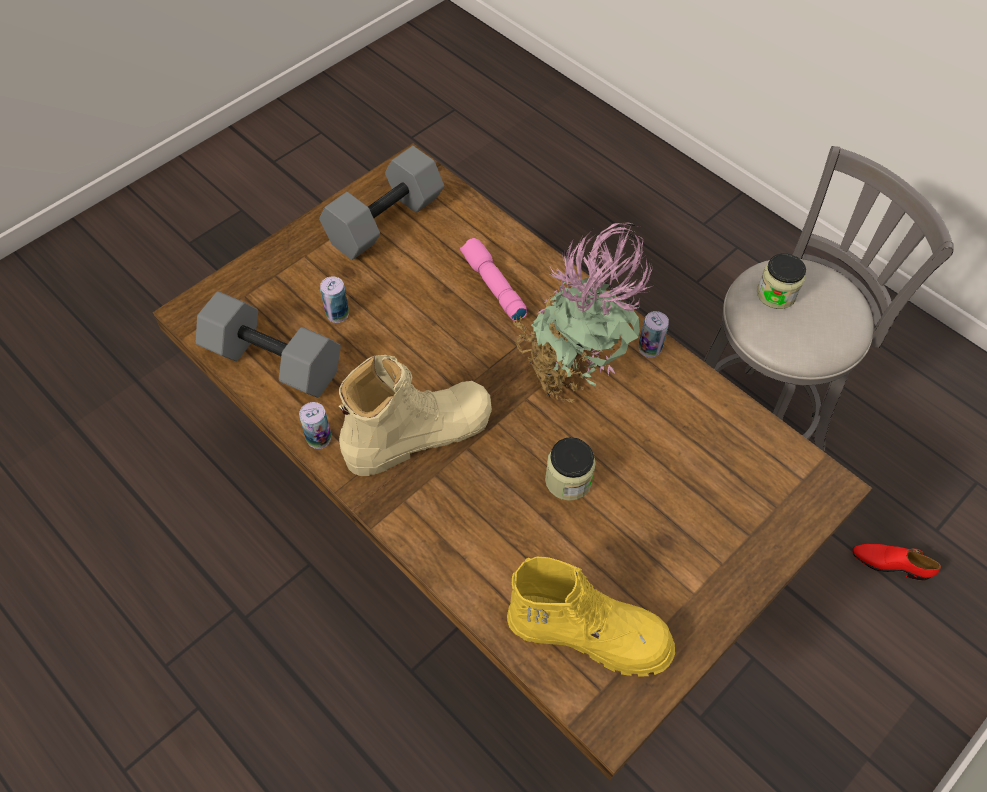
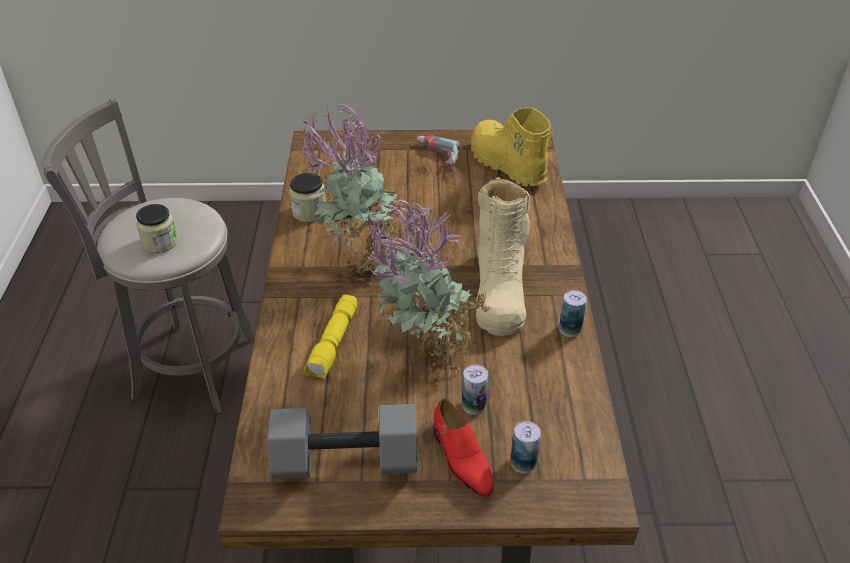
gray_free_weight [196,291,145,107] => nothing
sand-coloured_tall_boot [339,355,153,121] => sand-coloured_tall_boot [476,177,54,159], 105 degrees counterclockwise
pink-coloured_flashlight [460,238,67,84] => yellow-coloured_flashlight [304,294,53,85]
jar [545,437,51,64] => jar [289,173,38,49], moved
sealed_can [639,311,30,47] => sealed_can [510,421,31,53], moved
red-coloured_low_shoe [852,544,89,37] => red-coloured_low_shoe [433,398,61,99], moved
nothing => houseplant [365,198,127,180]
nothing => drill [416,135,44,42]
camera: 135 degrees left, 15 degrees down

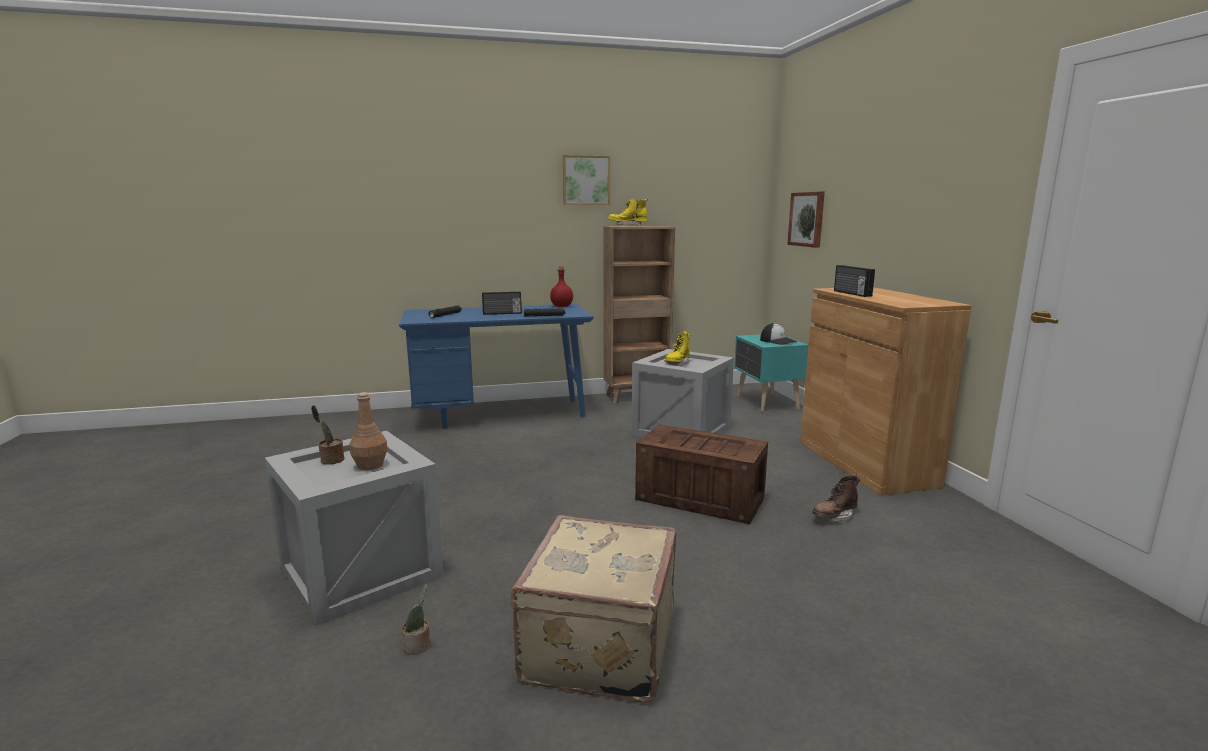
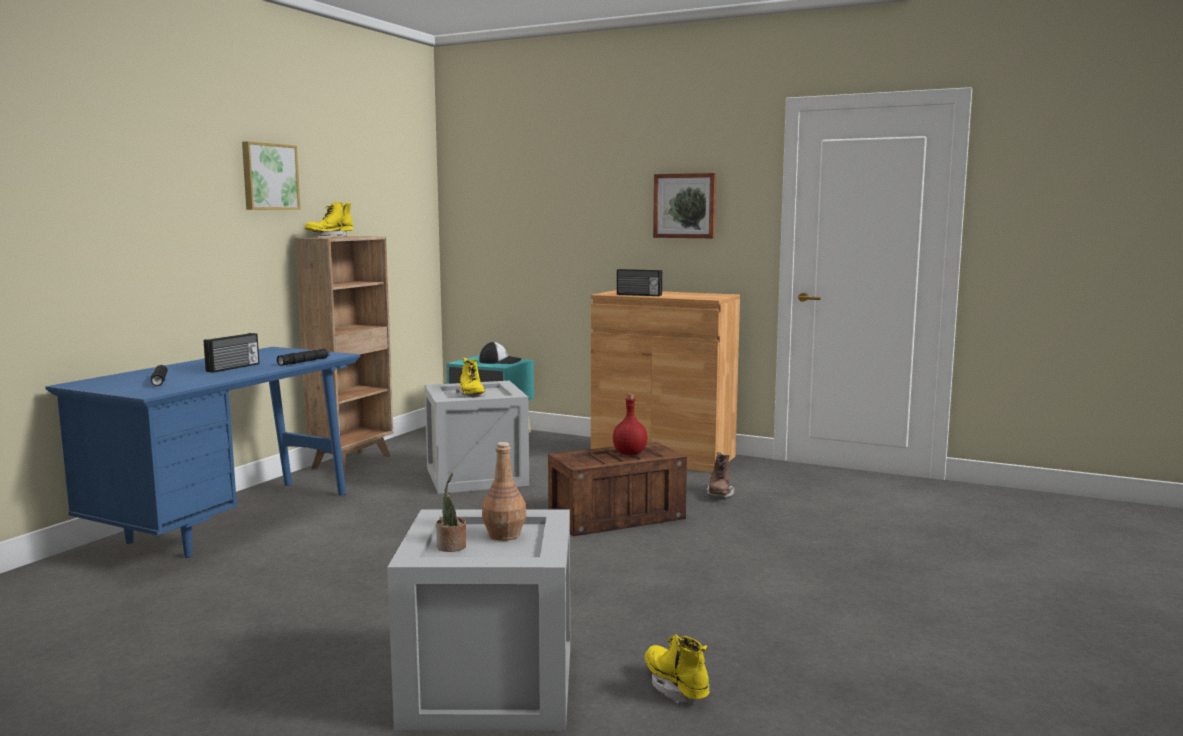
houseplant [402,584,28,71] => yellow-coloured_tall_boot [645,634,65,69]
sand-coloured_travel_case [511,515,165,188] => nothing
red-coloured_drink_bottle [550,266,23,41] => red-coloured_drink_bottle [613,393,35,62], moved
wall_picture [787,192,38,56] => wall_picture [653,173,63,65], moved
camera: 50 degrees left, 5 degrees down

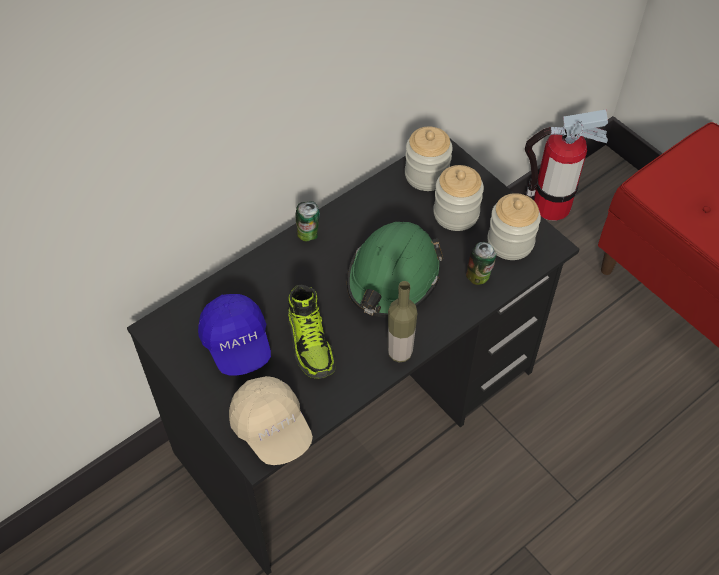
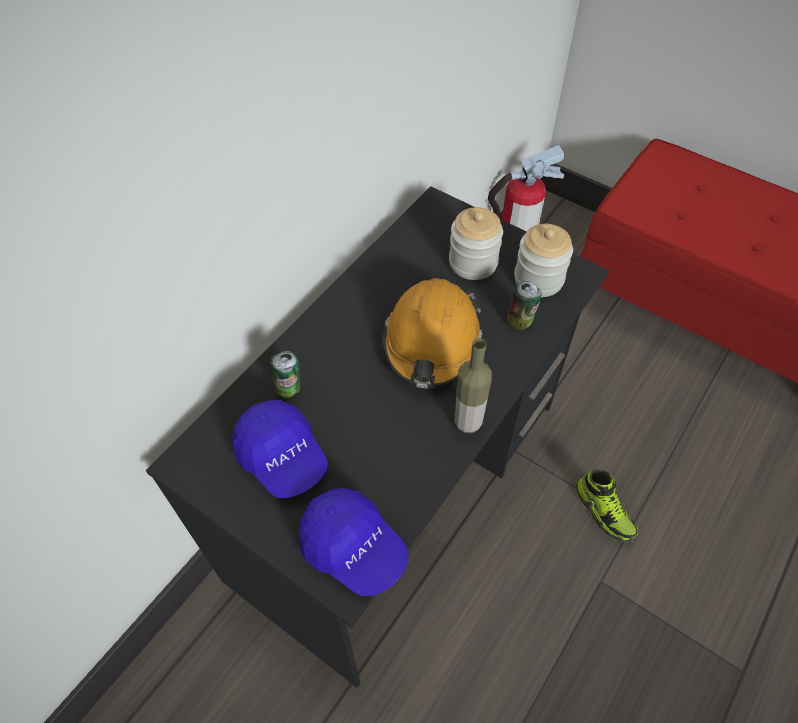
sand-coloured_peaked_cap [229,376,84,89] => bluish_peaked_cap [299,488,109,108]
low_shoe [288,285,47,94] => low_shoe [575,470,63,72], moved
sealed_can [295,201,25,40] => sealed_can [270,350,31,48], moved
greenish_hard_hat [347,222,96,96] => orange-coloured_hard_hat [382,278,101,111]
jar [405,127,48,64] => nothing
camera: 15 degrees left, 0 degrees up

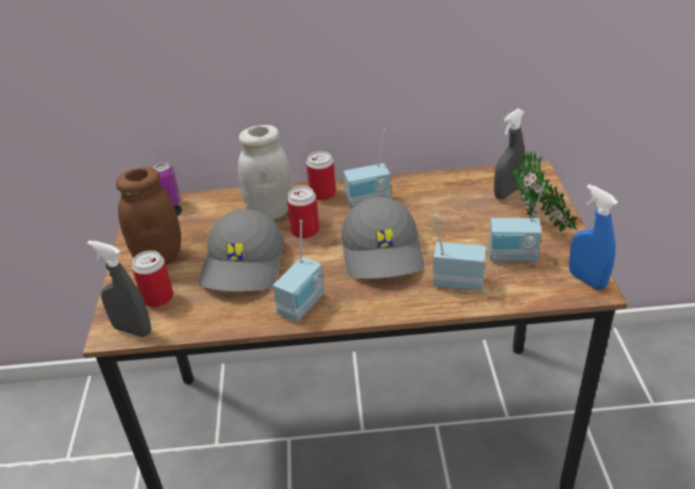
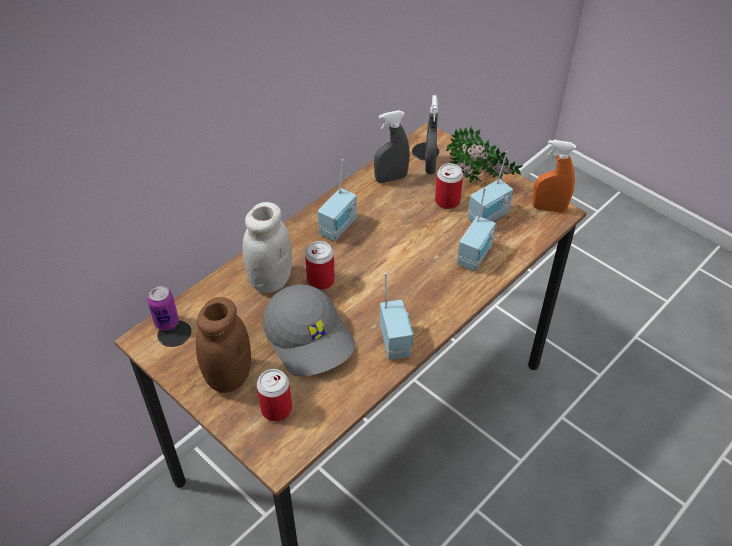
gray_spray_bottle [87,240,64,97] => gray_spray_bottle [374,110,36,73], moved
sealed_can [306,151,30,50] => sealed_can [435,163,28,46], moved
gray_peaked_cap [341,197,83,82] => nothing
radio_set [433,215,53,76] => radio_set [457,187,39,84], 150 degrees clockwise
bluish_spray_bottle [569,184,49,106] => orange-coloured_spray_bottle [532,140,44,73]
camera: 45 degrees left, 10 degrees up

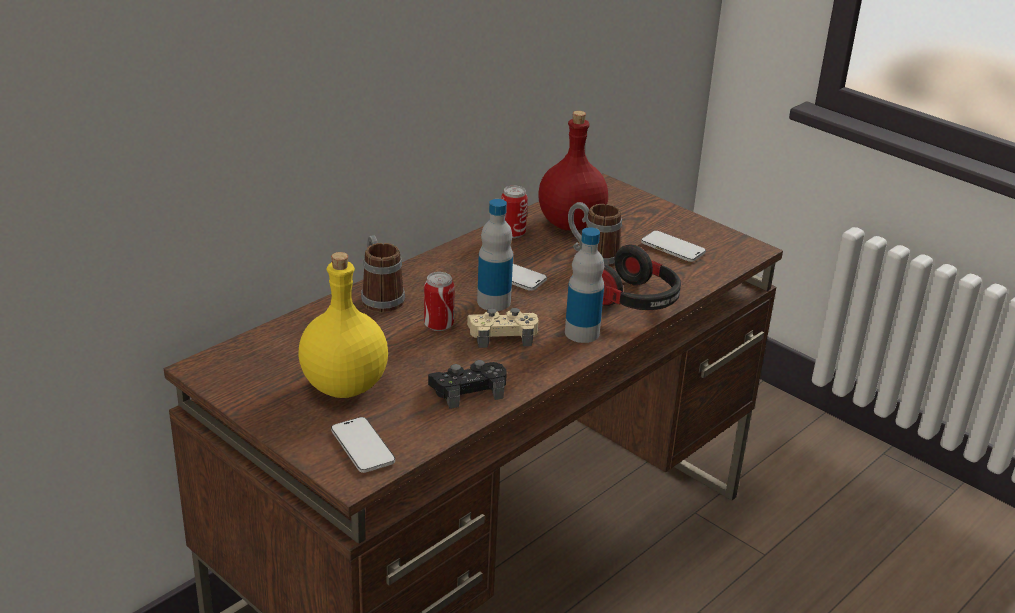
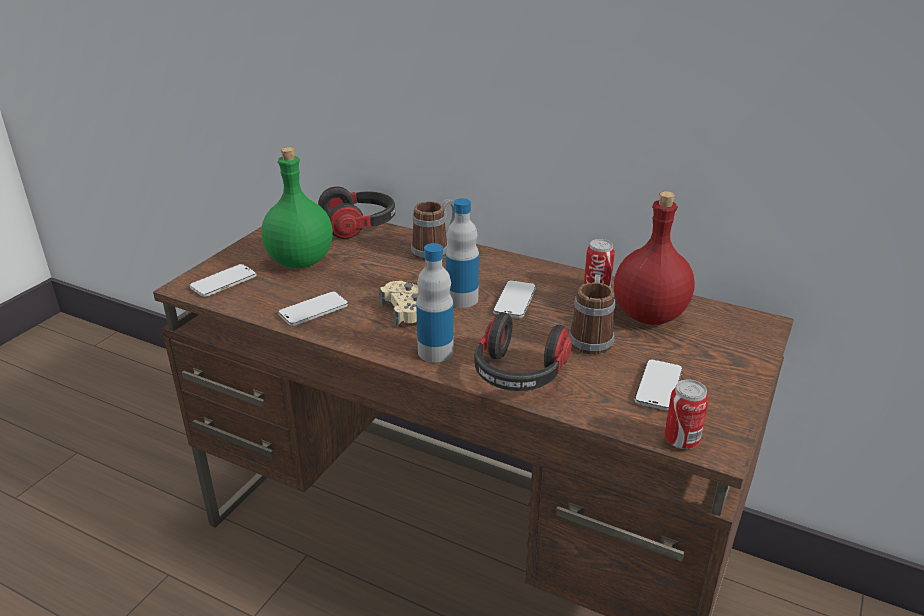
yellow-coloured_drink_bottle [299,252,89,146] => greenish_drink_bottle [261,147,72,121]
sealed_can [424,272,31,59] => sealed_can [664,379,45,70], moved
black_joypad [428,360,79,49] => telephone [278,291,70,35]
nothing => headphones [318,186,77,53]
camera: 75 degrees right, 0 degrees up

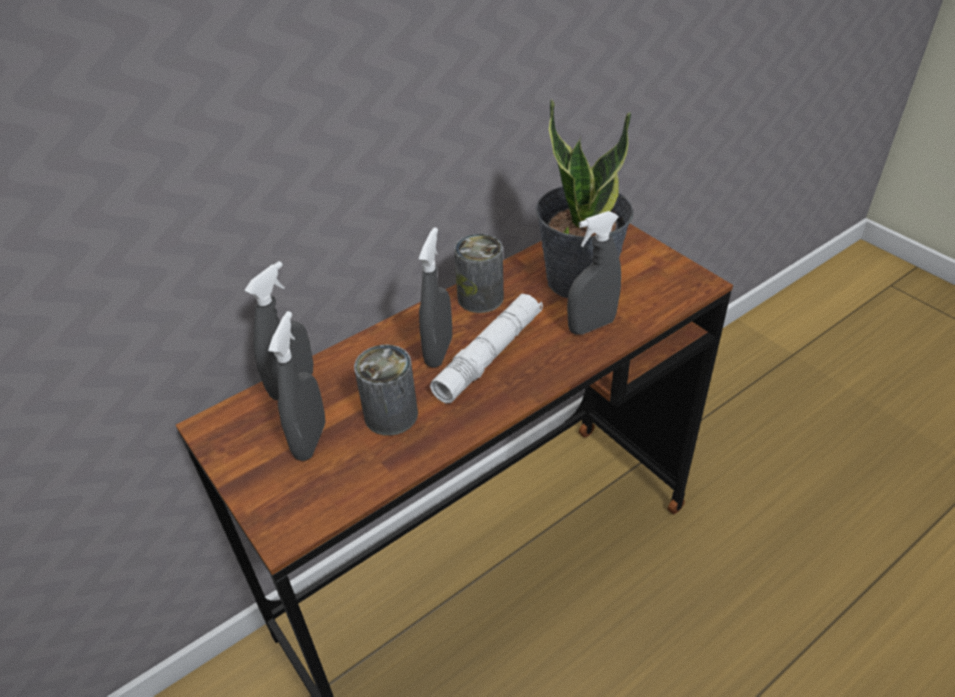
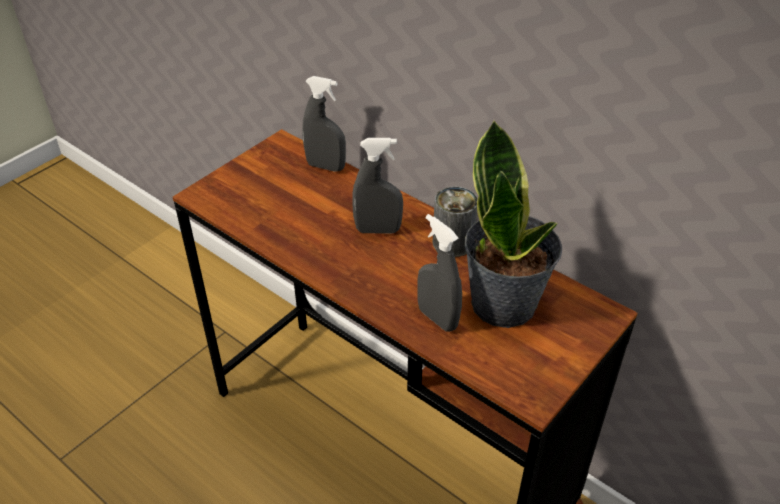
gray_spray_bottle [268,311,57,150] => nothing
sealed_can [354,345,64,91] => nothing
white_flashlight [430,294,113,109] => nothing
camera: 75 degrees right, 0 degrees up

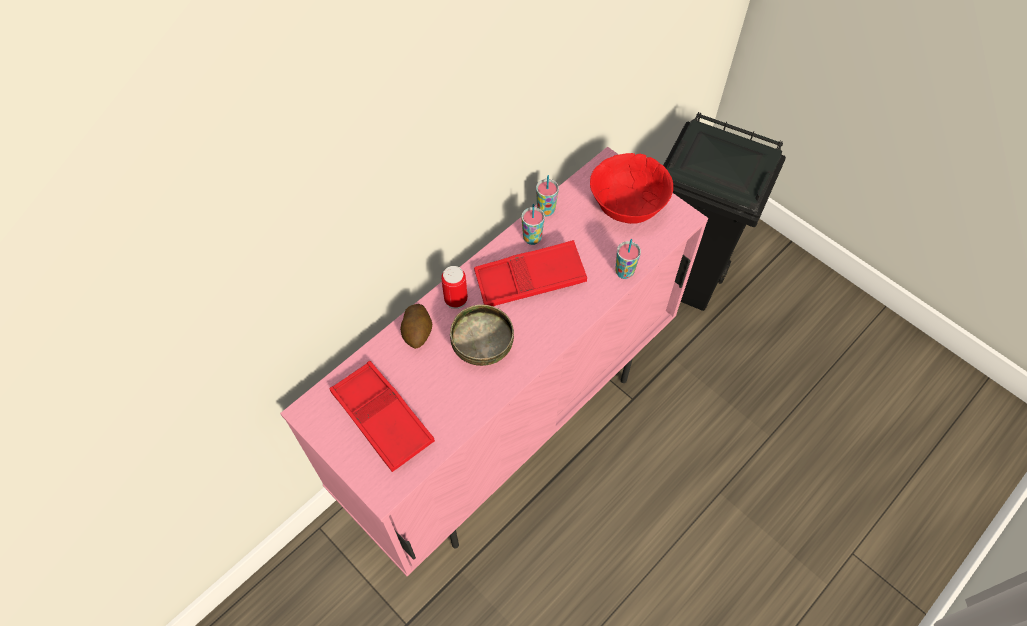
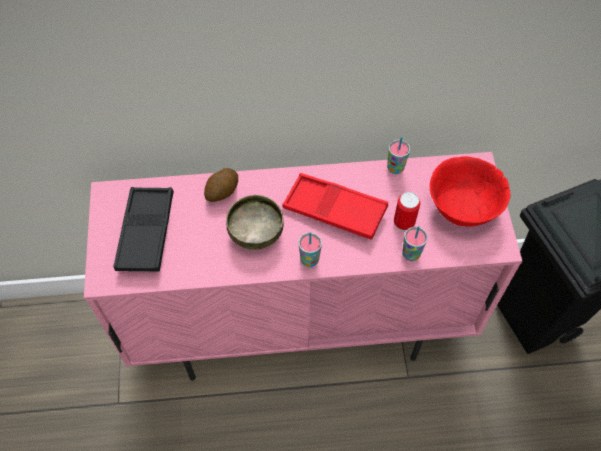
red-coloured_serving_tray [330,361,105,111] => black_serving_tray [113,187,61,84]
sealed_can [441,266,27,43] => sealed_can [394,192,26,39], moved
small_cup [521,204,24,41] => small_cup [299,232,23,35], moved
camera: 40 degrees right, 0 degrees up

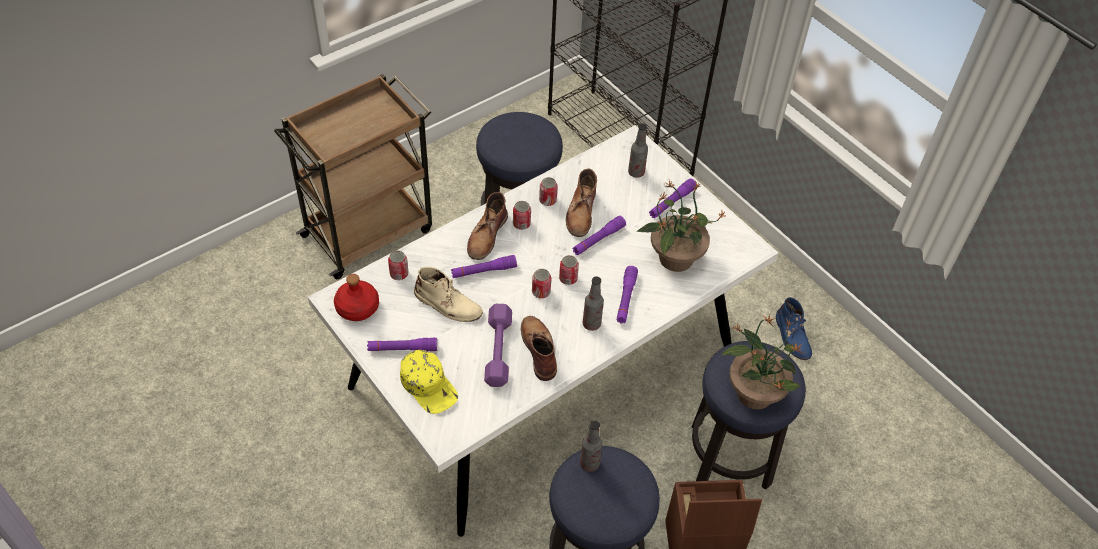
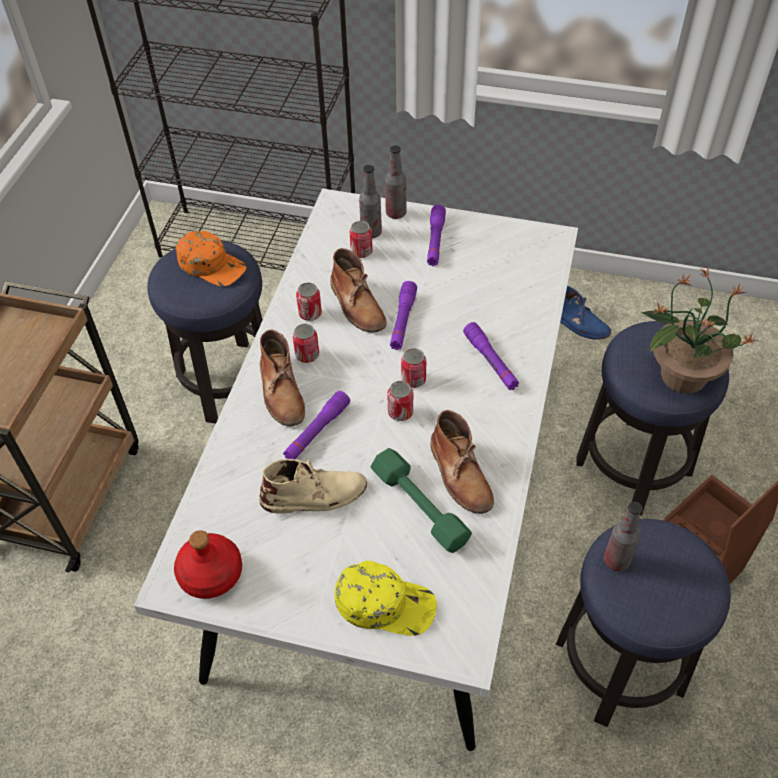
purple-coloured_flashlight [367,338,70,13] => nothing
sealed_can [388,251,20,29] => sealed_can [350,221,23,37], moved
purple-coloured_free_weight [484,304,28,83] => greenish_free_weight [371,448,101,105]
brownish_tall_boot [521,316,36,65] => brownish_tall_boot [431,410,63,104], 150 degrees counterclockwise
drink_bottle [583,276,21,55] => drink_bottle [385,145,22,74], moved
houseplant [636,180,90,92] => nothing
nothing => orange-coloured_peaked_cap [175,231,72,55]
camera: 35 degrees left, 0 degrees up

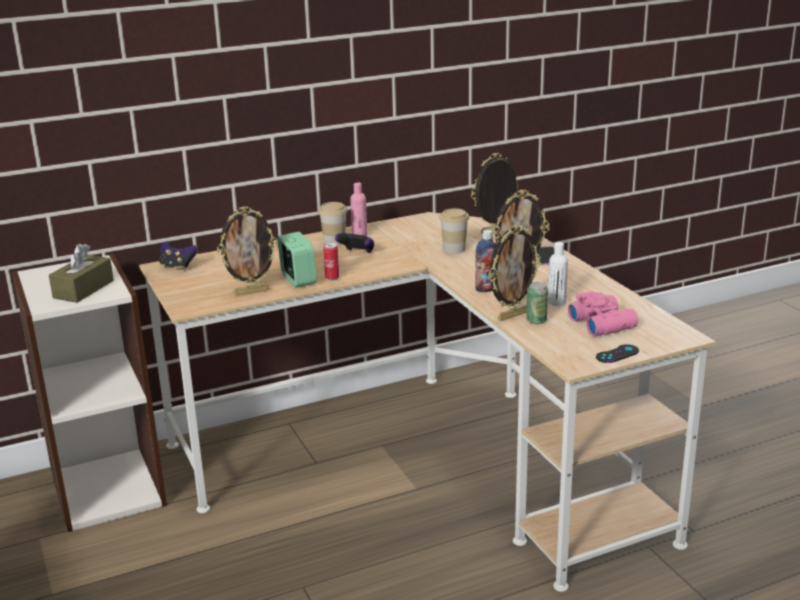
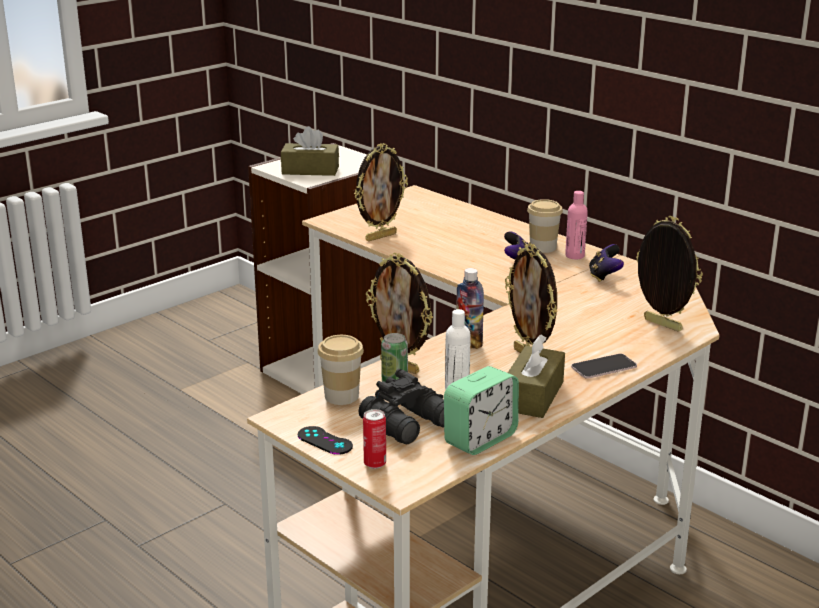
joypad [159,241,39,30] => joypad [589,244,35,38], moved
picture_frame [217,206,61,90] => picture_frame [354,143,54,99], 90 degrees counterclockwise
alarm_clock [278,232,39,56] => alarm_clock [444,366,75,89], moved
sealed_can [323,243,16,38] => sealed_can [363,409,23,60], moved
small_cup [439,208,30,46] => small_cup [318,335,46,70], moved
pink-coloured_binoculars [568,291,70,45] => black_binoculars [359,369,85,75]
nothing => brownish_tissue_holder [508,334,57,84]
camera: 70 degrees right, 0 degrees up

